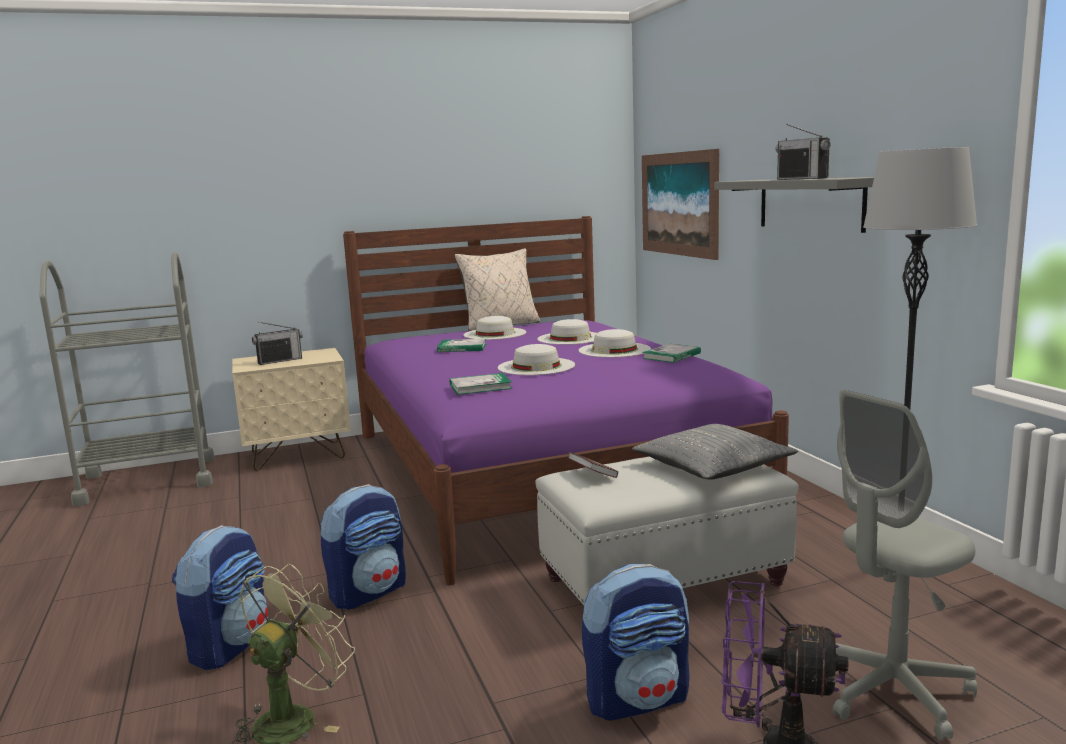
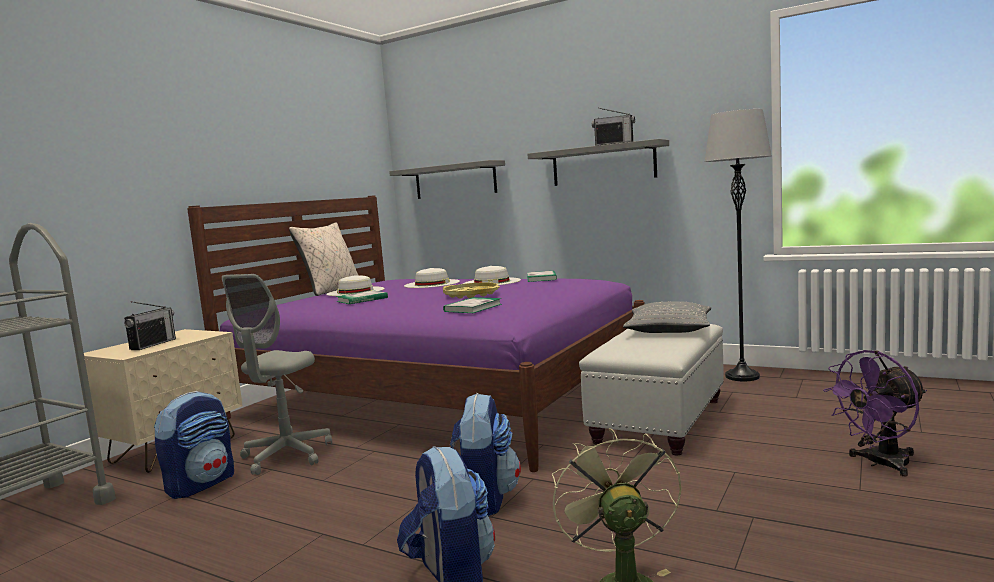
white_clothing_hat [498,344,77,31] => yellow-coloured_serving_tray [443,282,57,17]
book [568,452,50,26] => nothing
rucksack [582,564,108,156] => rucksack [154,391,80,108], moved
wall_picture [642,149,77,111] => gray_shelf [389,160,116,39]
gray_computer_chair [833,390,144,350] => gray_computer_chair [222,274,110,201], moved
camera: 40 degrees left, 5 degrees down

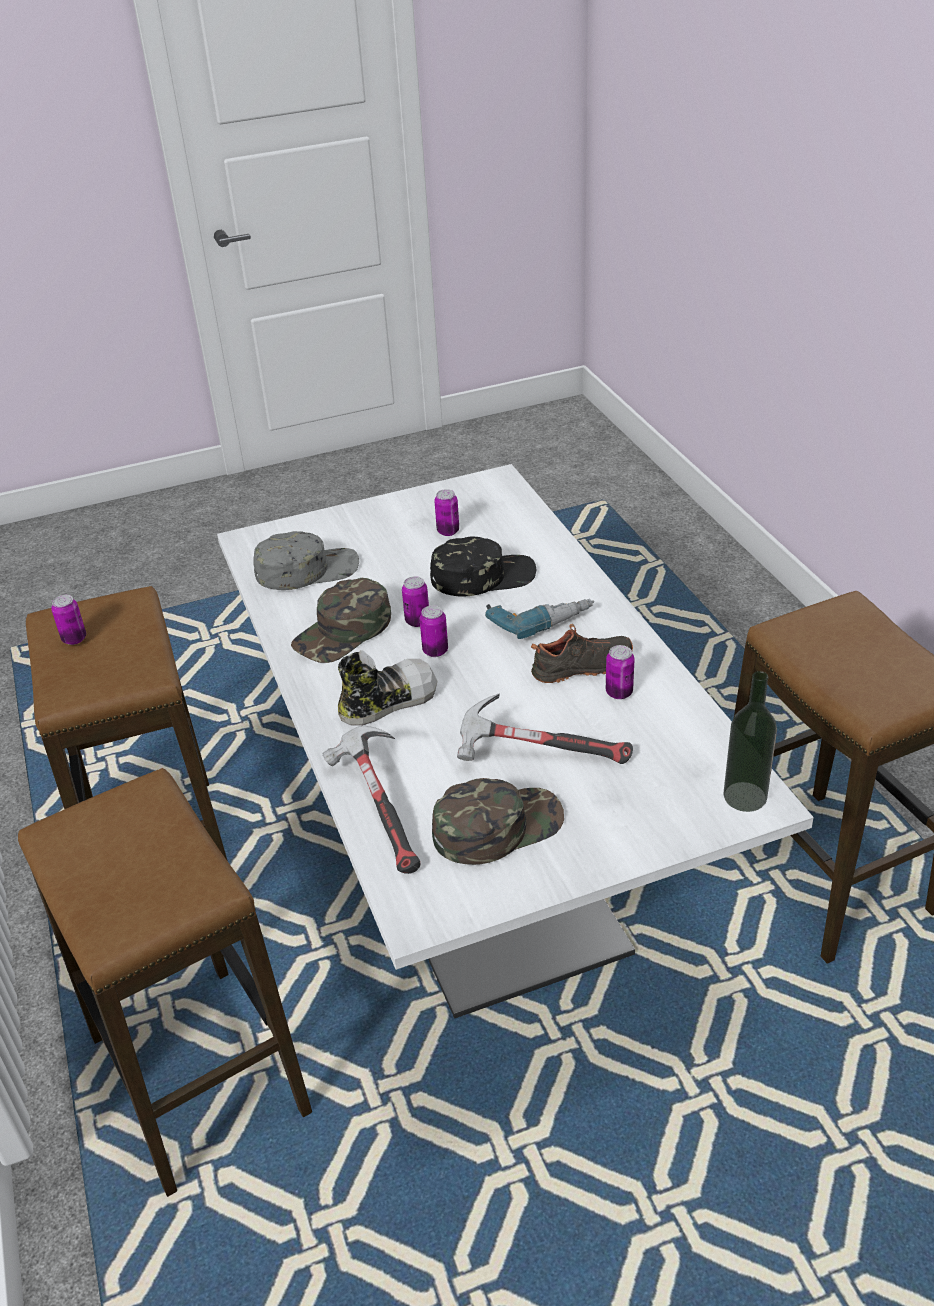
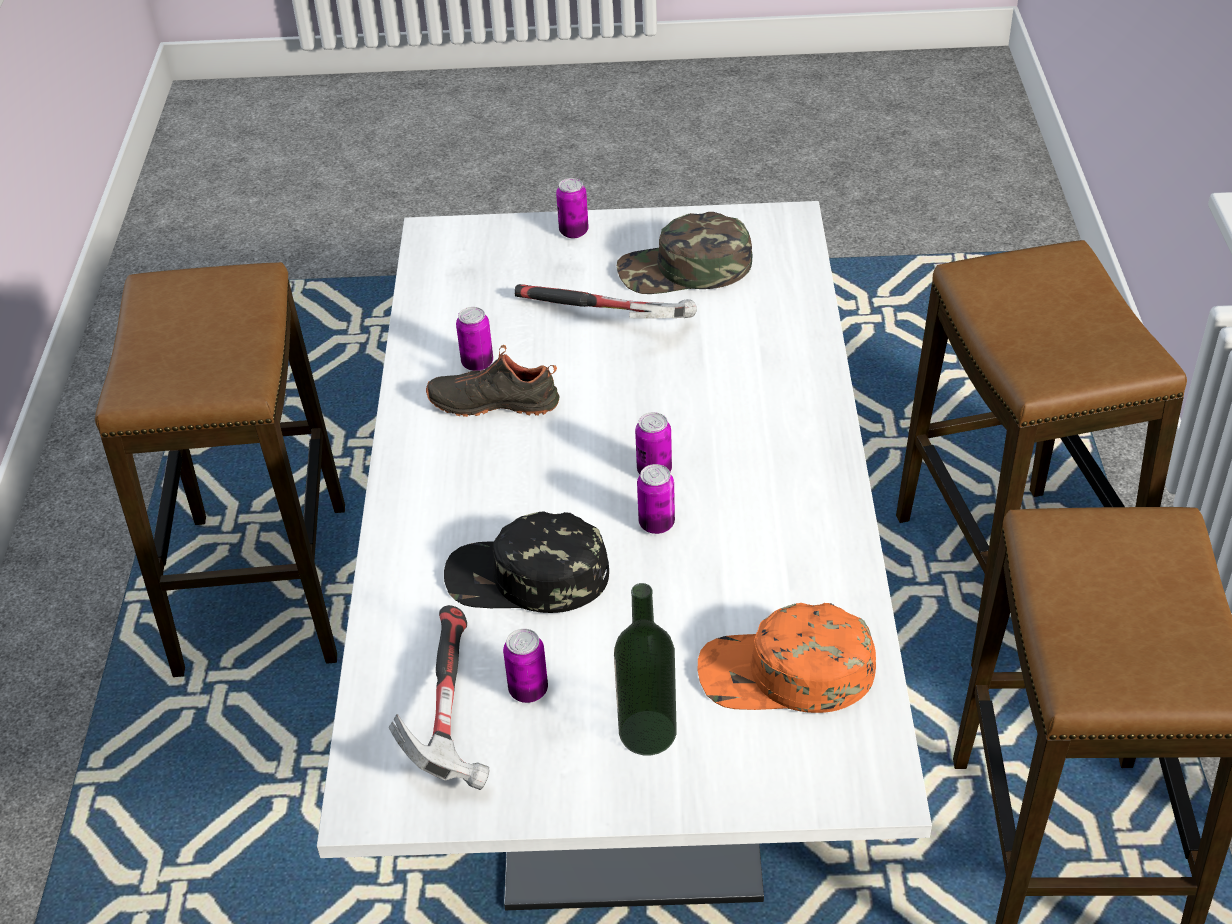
sealed_can [51,595,35,50] => sealed_can [556,178,33,60], moved
gray_peaked_cap [253,531,106,59] => orange-coloured_peaked_cap [698,603,178,110]
greenish_peaked_cap [291,578,100,85] => nothing
hammer [323,726,97,148] => hammer [388,605,101,185], moved
low_shoe [338,650,99,76] => nothing
drill [485,599,109,40] => nothing
drink_bottle [723,671,54,141] => drink_bottle [614,583,63,172], moved
camera: 160 degrees left, 5 degrees up

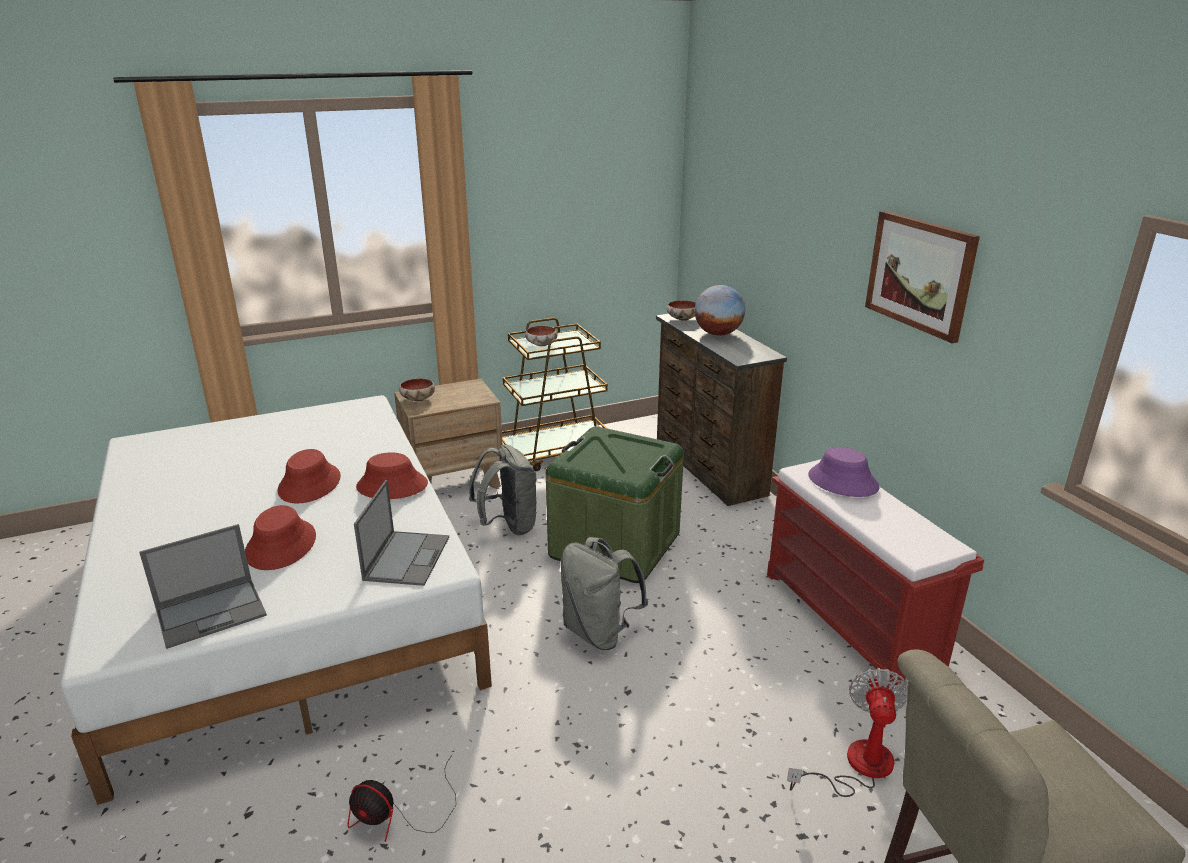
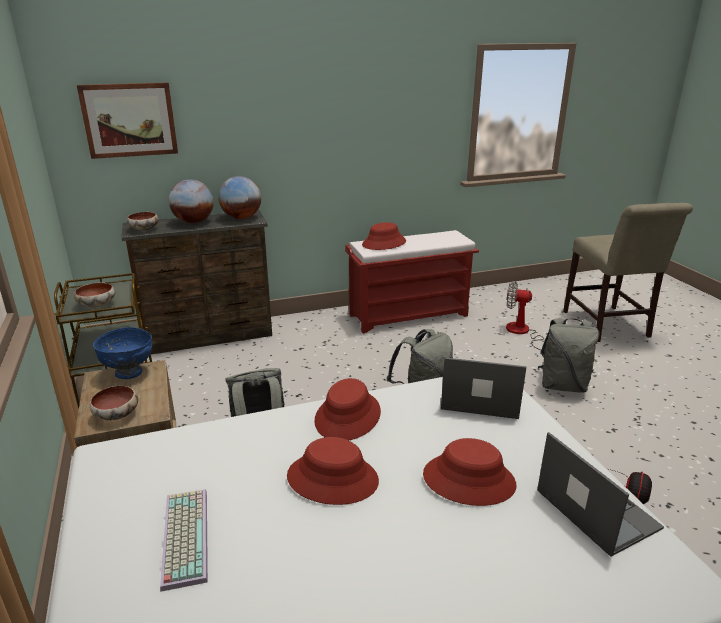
greenish_storage_bin [546,426,138,157] => nothing
purple-coloured_clothing_hat [808,447,72,50] => red-coloured_clothing_hat [362,222,44,28]
wall_picture [865,211,115,132] => wall_picture [77,82,101,77], moved
nothing => bluish_serving_bowl [93,327,59,52]
nothing => PC_keyboard [160,489,48,103]
nothing => desk_globe [218,176,43,43]
nothing => gray_rucksack [538,318,62,75]
camera: 85 degrees left, 0 degrees up

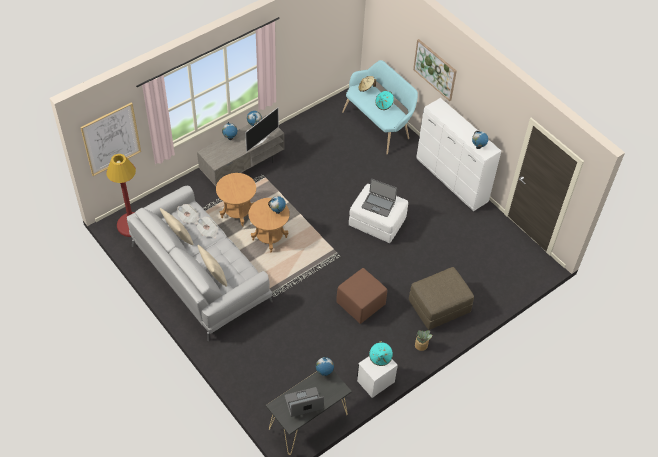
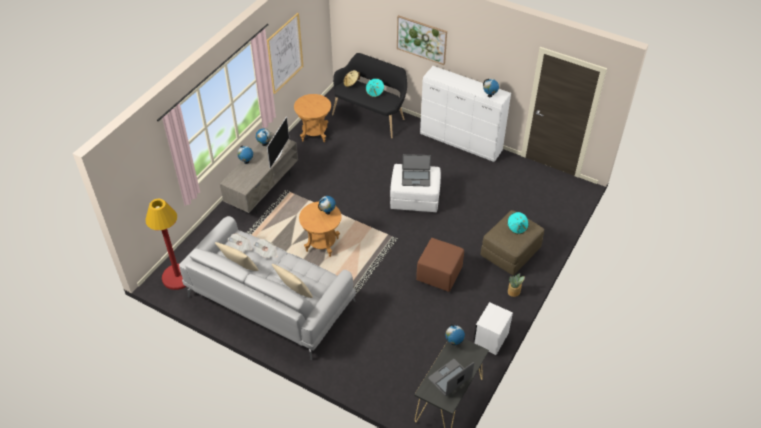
wall_picture [80,102,61,74] => wall_picture [267,13,36,81], moved
brownish_accent_table [216,173,40,53] => brownish_accent_table [294,94,37,48], moved
blue-green_long_seat [342,60,76,95] => black_long_seat [332,53,75,85]
blue-green_clothing_hat [369,341,24,25] => blue-green_clothing_hat [508,212,21,22], moved
camera: 20 degrees left, 5 degrees down

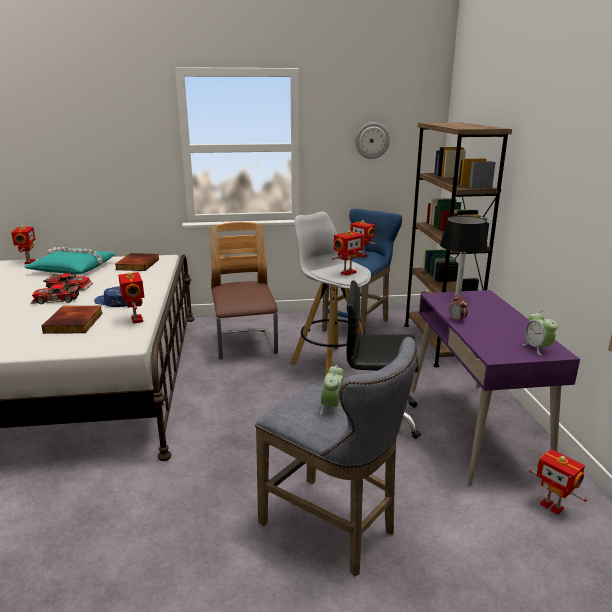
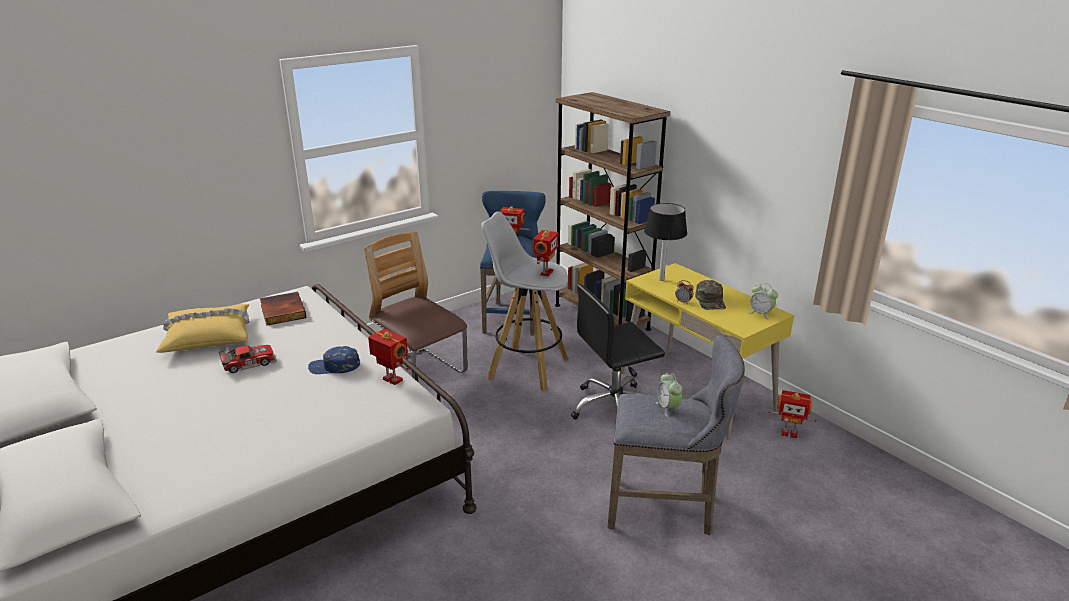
robot_figure [11,225,25,39] => nothing
blue-green_pillow [24,247,92,27] => yellow-coloured_pillow [156,304,94,49]
miniature_car [31,284,49,20] => nothing
book [42,306,61,28] => nothing
clock_on_the_wall [355,122,35,37] => nothing
purple-coloured_desk [411,290,169,196] => yellow-coloured_desk [621,263,173,177]
nothing => greenish_peaked_cap [695,280,31,30]
camera: 30 degrees left, 5 degrees up

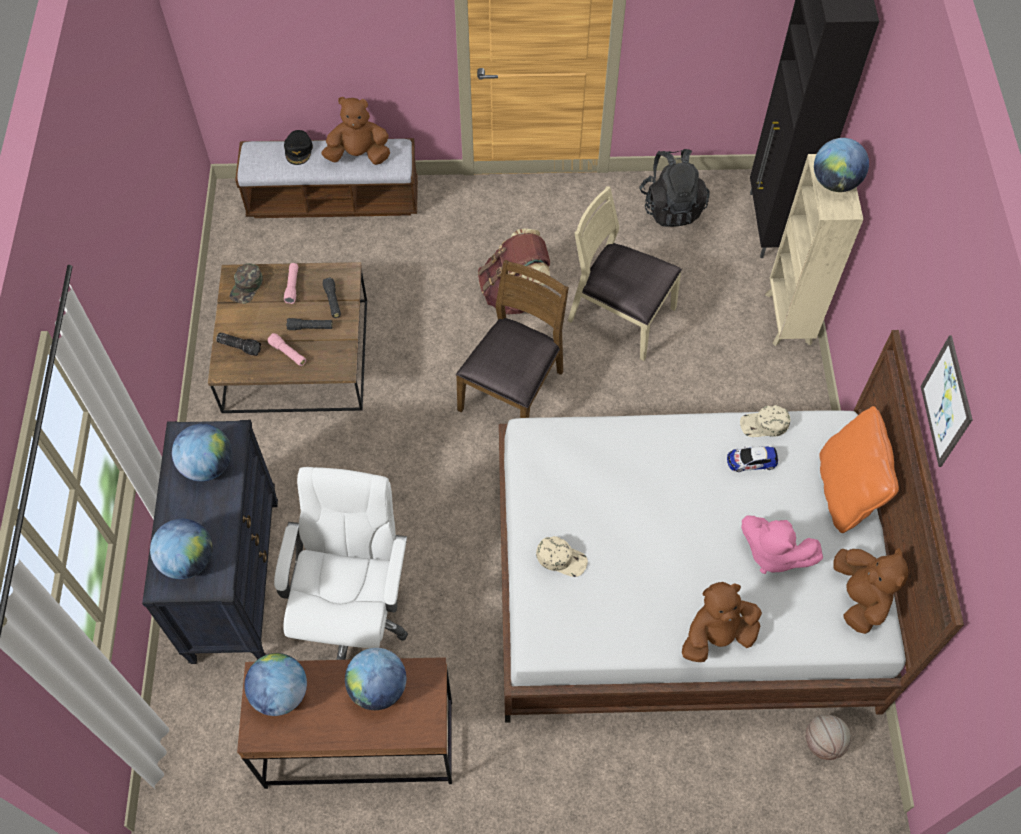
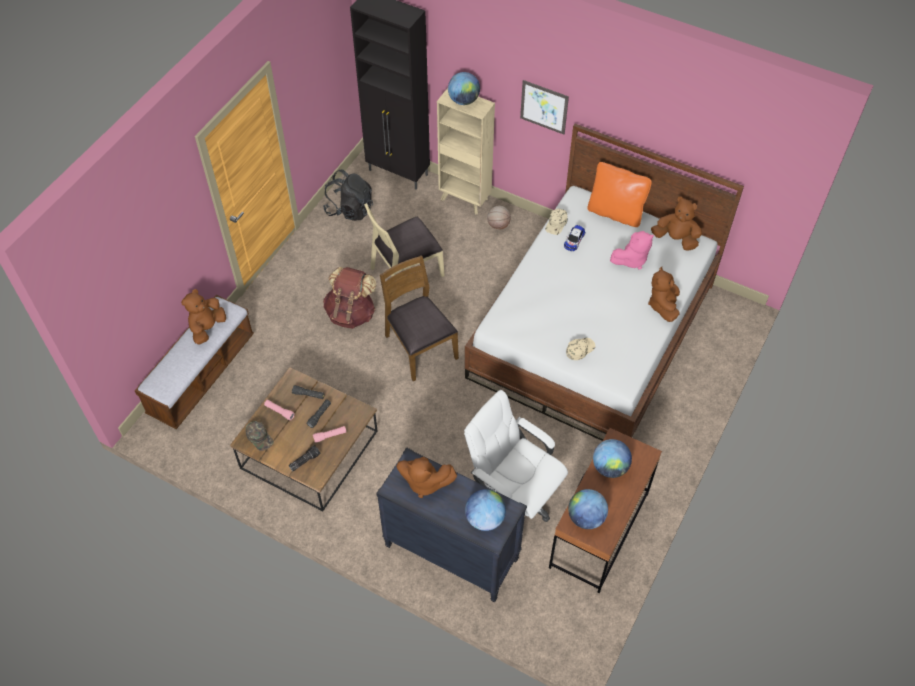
desk_globe [172,424,59,57] => brownish_plush_toy [396,457,61,41]
black_peaked_cap [284,130,29,35] => nothing
basketball_ball [806,714,45,46] => basketball_ball [487,206,24,23], moved
wall_picture [921,335,52,132] => wall_picture [520,80,49,54], moved
camera: 60 degrees left, 5 degrees down

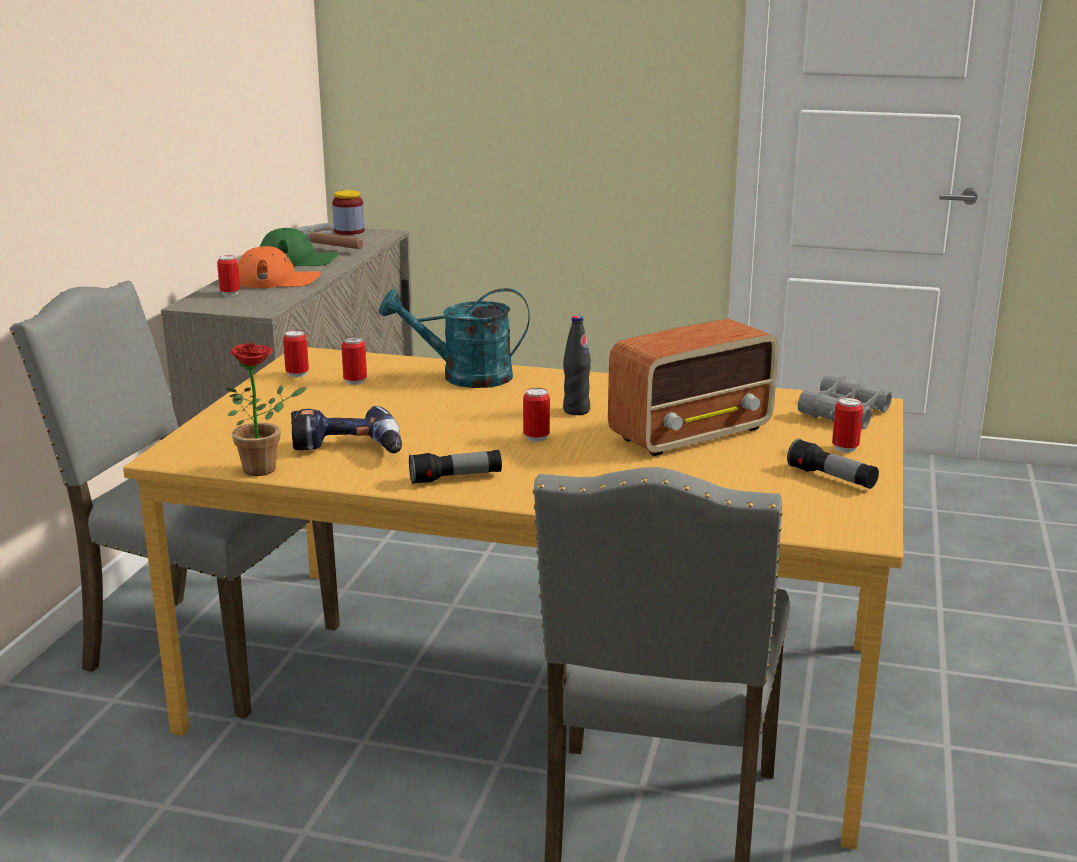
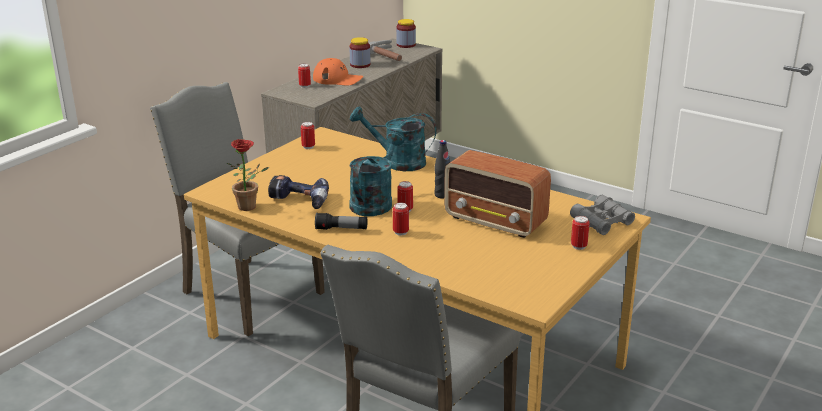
greenish_peaked_cap [260,228,79,39] => jar [349,37,22,31]
sealed_can [342,337,25,48] => sealed_can [393,203,16,33], moved
radio_set [608,319,170,137] => radio_set [444,150,107,88], 45 degrees clockwise
flashlight [787,439,92,50] => nothing
nothing => blue-green_sprinkling_can [349,132,55,84]
camera: 20 degrees right, 5 degrees up

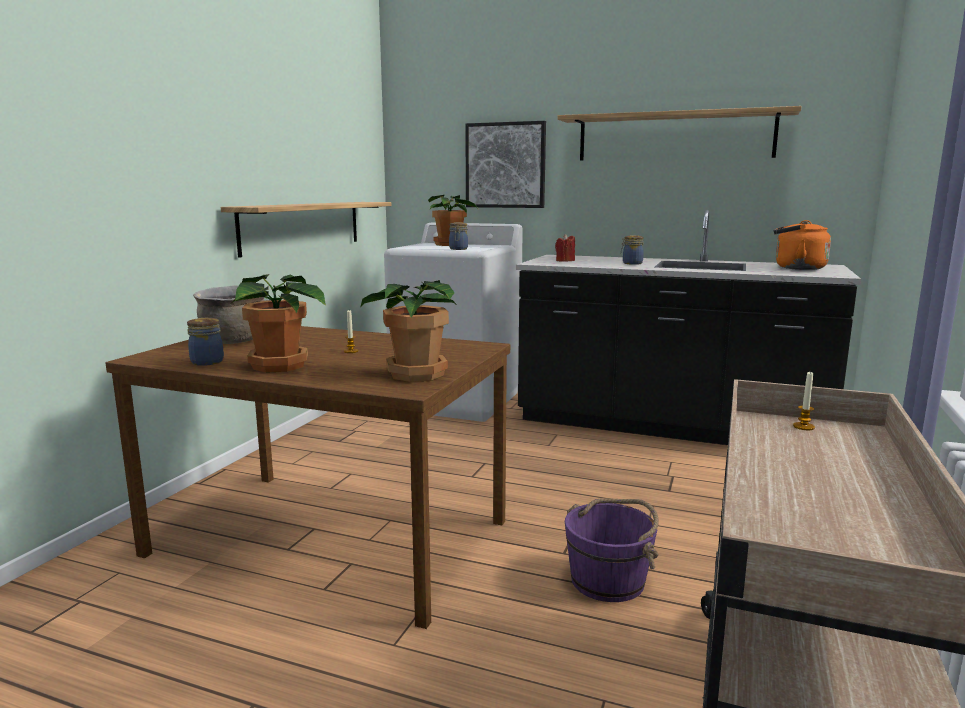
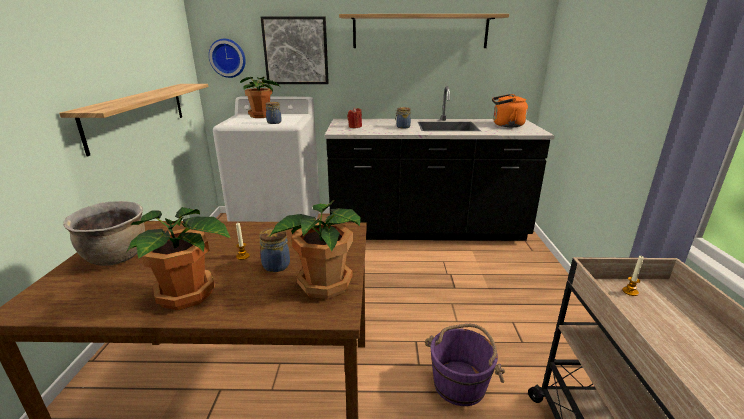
jar [187,318,37,48] => jar [259,228,31,44], moved
nothing => clock_on_the_wall [209,39,37,39]
camera: 20 degrees left, 10 degrees up

